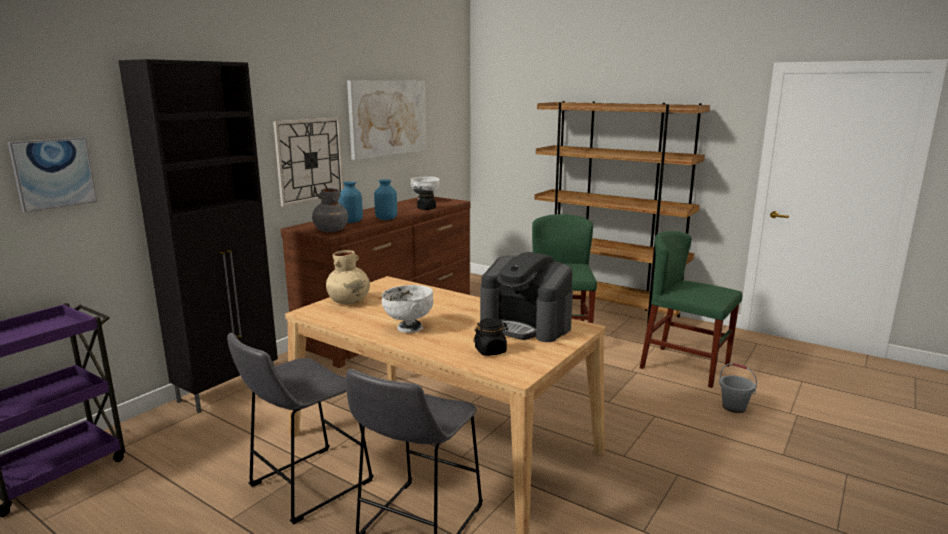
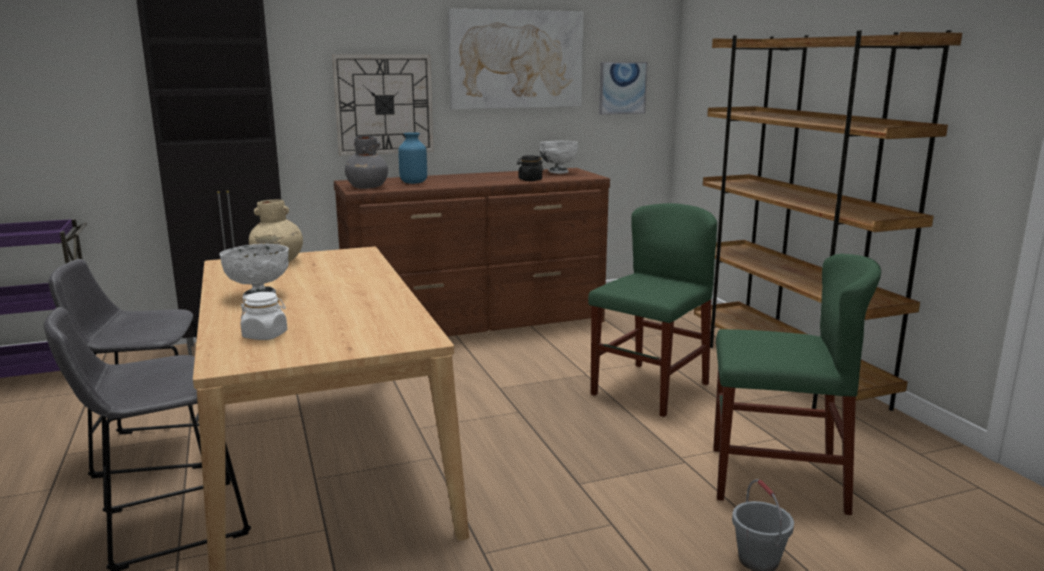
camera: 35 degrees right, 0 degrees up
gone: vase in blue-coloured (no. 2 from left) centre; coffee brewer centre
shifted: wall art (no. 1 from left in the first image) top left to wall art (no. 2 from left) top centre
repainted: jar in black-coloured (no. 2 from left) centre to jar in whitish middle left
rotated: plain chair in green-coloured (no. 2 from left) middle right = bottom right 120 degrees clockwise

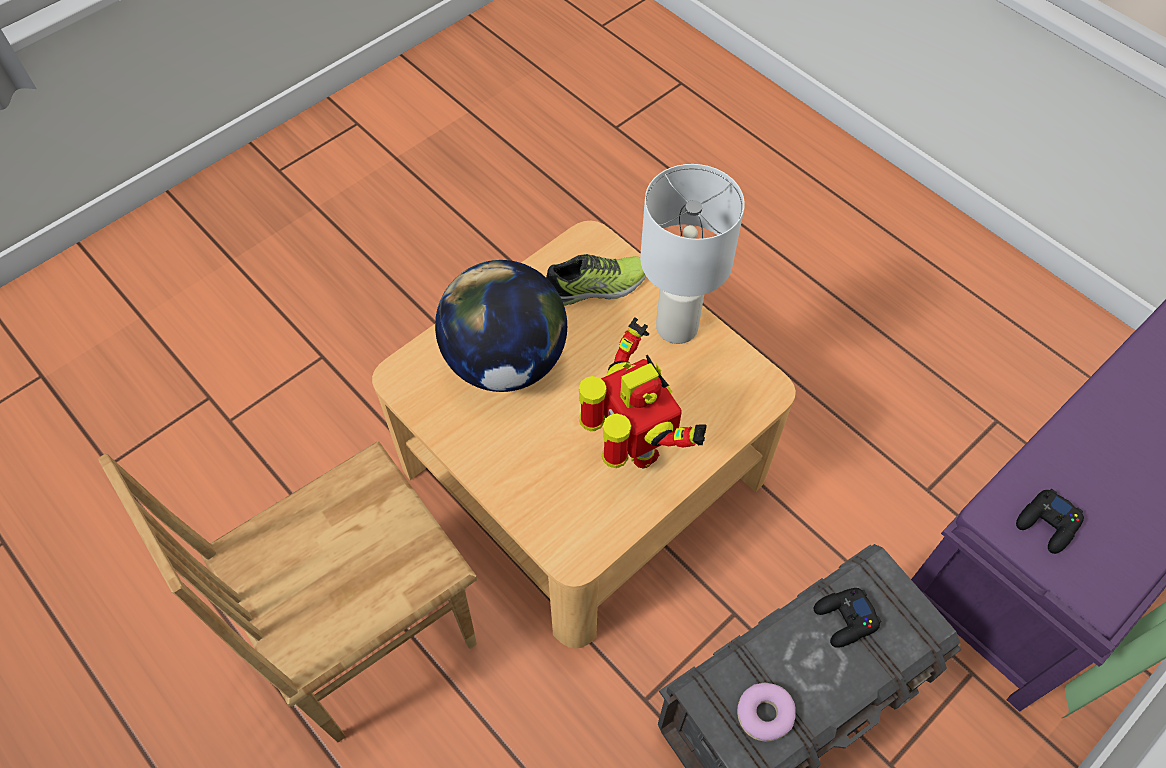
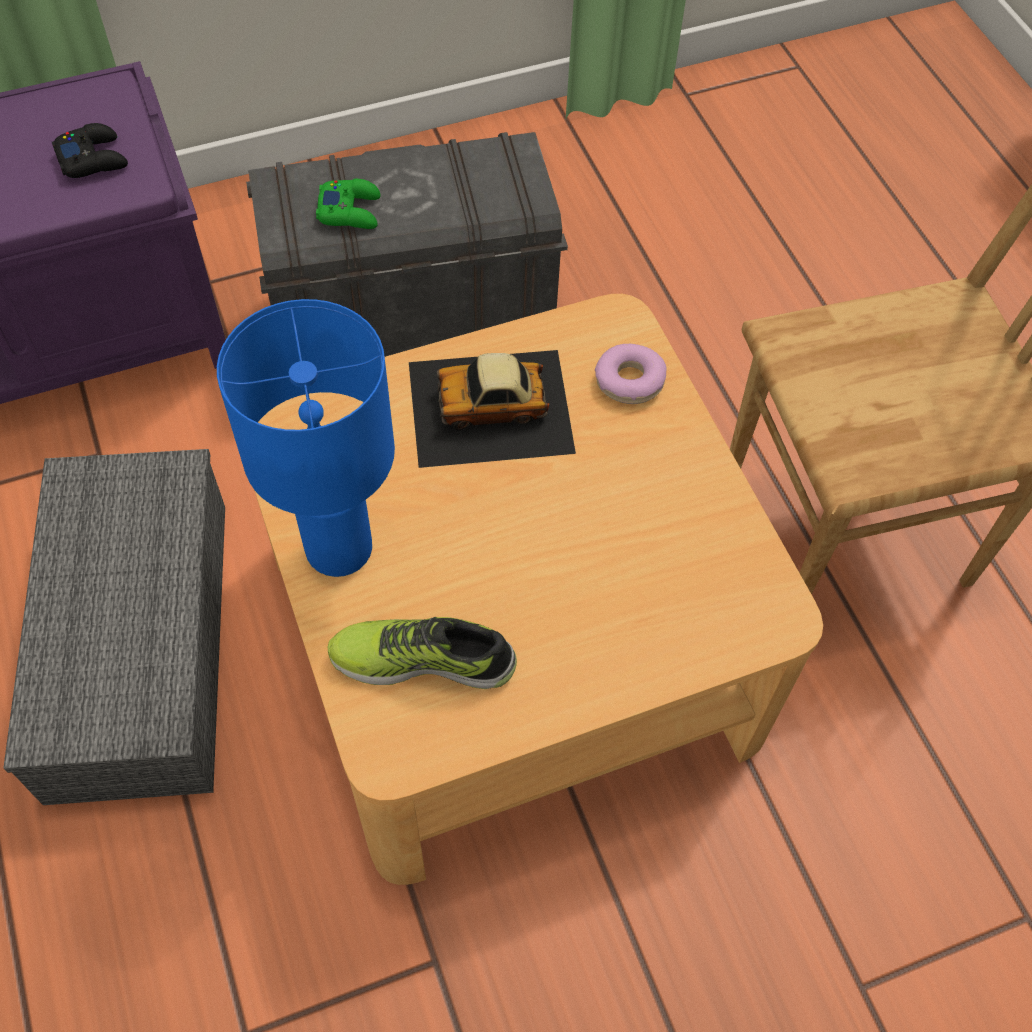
camera: 160 degrees left, 0 degrees up
gone: globe centre
new: storage box in greyish (no. 1 from left) middle left
shifted: doughnut bottom centre to centre
swapped: robot figure centre to toy car centre
repainted: table lamp in whitish top centre to table lamp in blue-coloured middle left; gamepad in black-coloured (no. 1 from left) bottom right to gamepad in green-coloured top centre

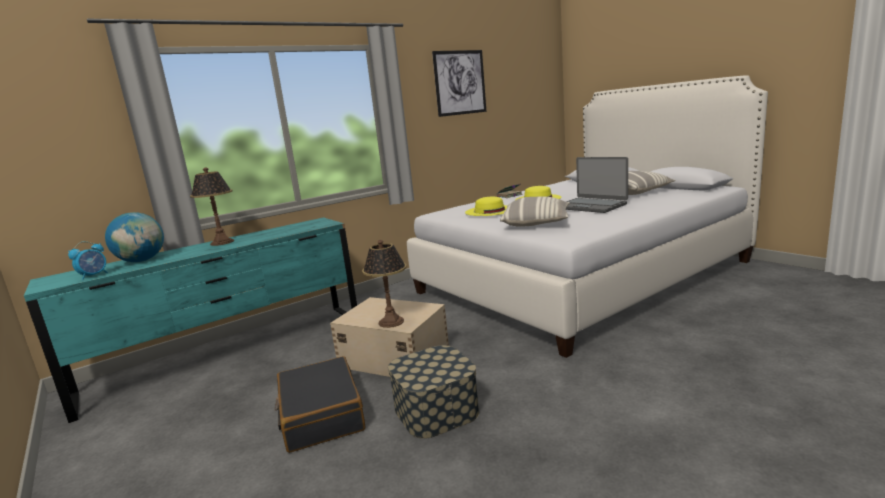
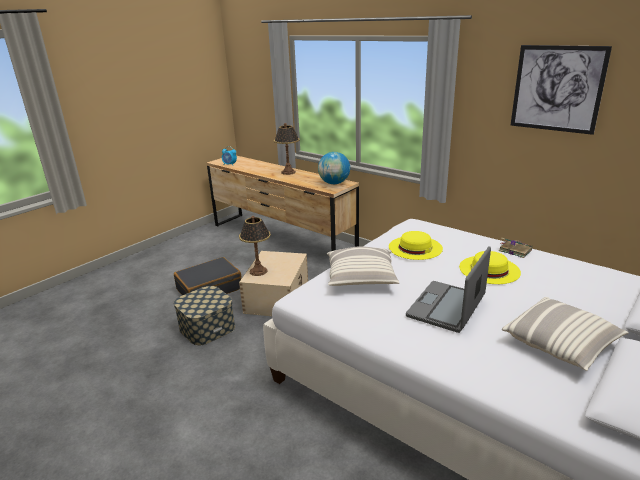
camera: 75 degrees right, 10 degrees up
shifted: globe middle left to centre
repainted: dresser in turquoise middle left to dresser in brownish centre

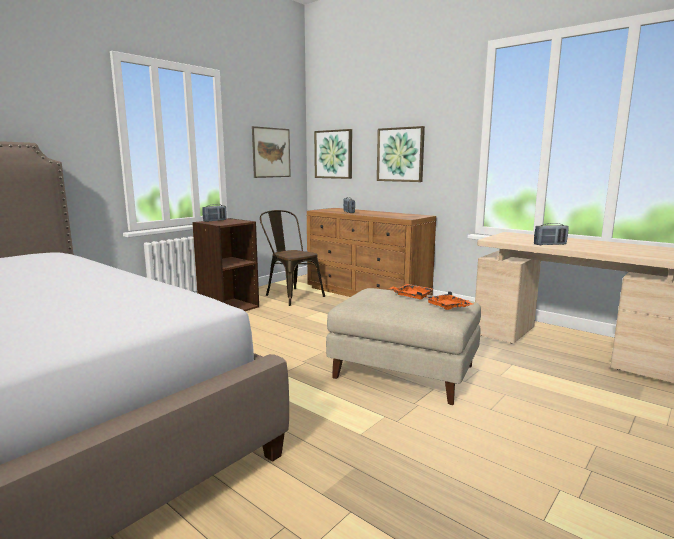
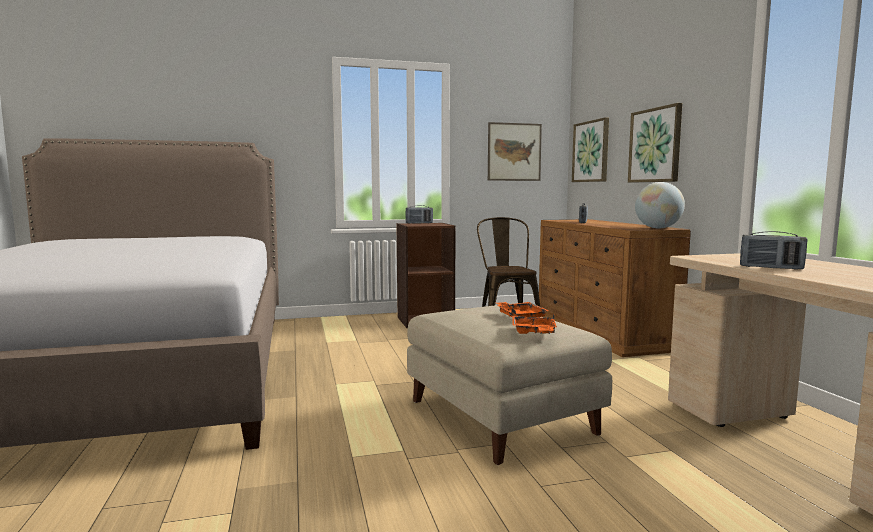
camera: 35 degrees right, 5 degrees down
new: globe middle right

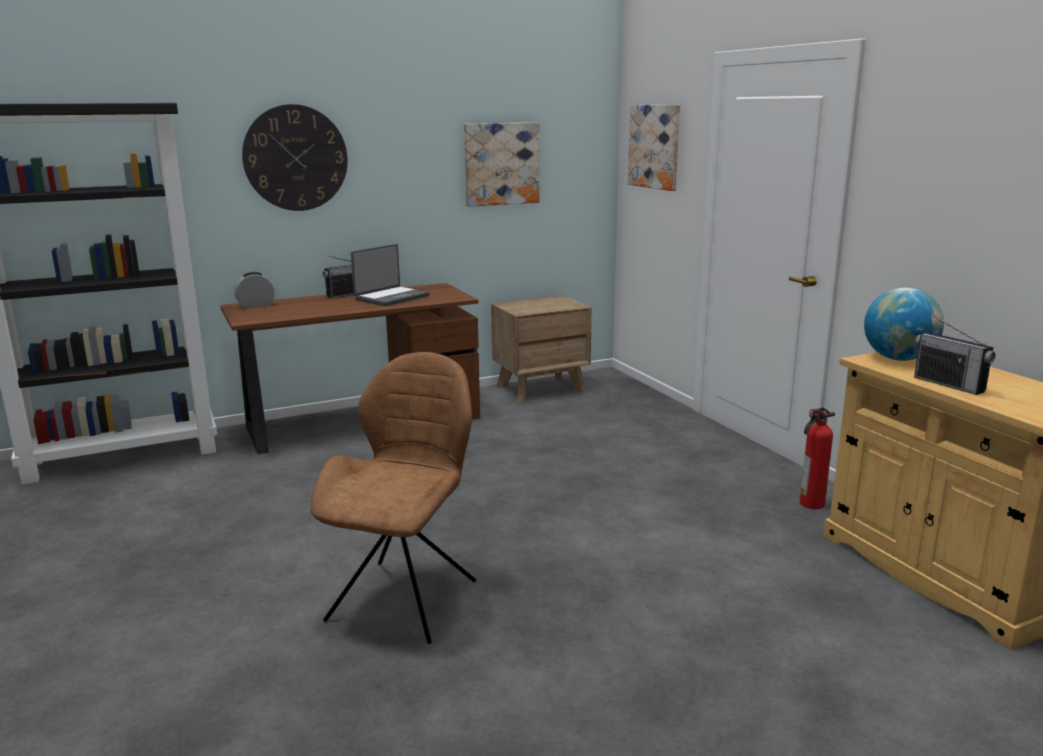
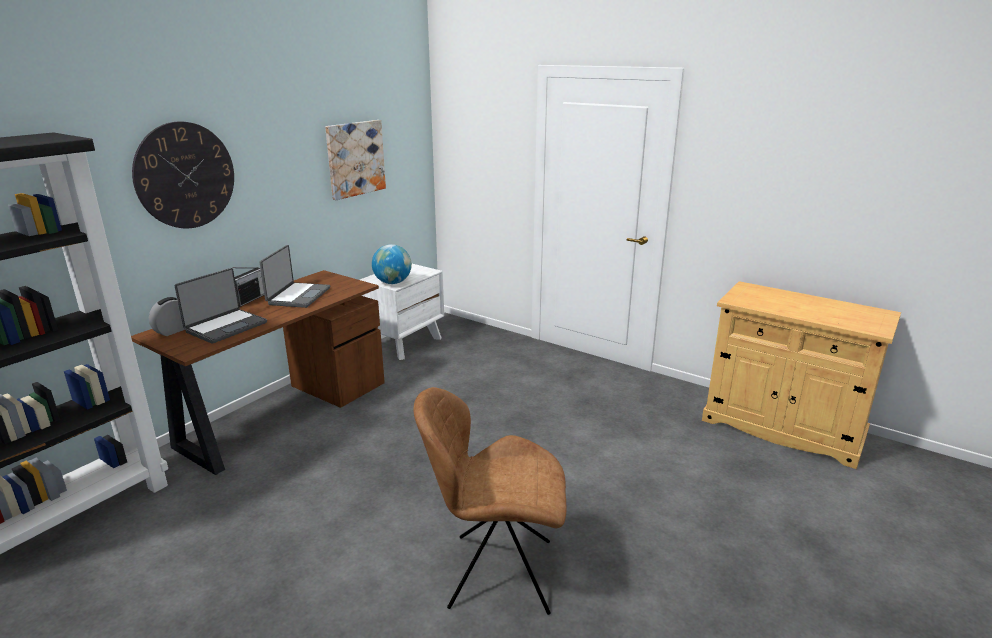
camera: 30 degrees left, 5 degrees up
gone: wall art (no. 2 from left) top centre; fire-fighting cylinder middle right; radio (no. 2 from left) middle right
new: portable computer (no. 1 from left) middle left
shifted: globe middle right to centre
repainted: nightstand in brownish centre to nightstand in whitish centre
rotated: plain chair in brownish centre = bottom centre 75 degrees counterclockwise

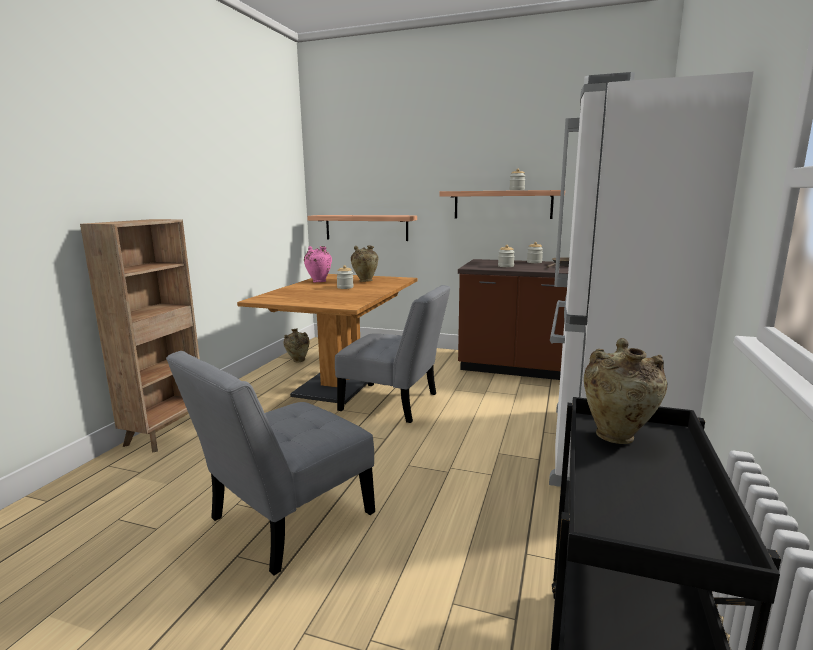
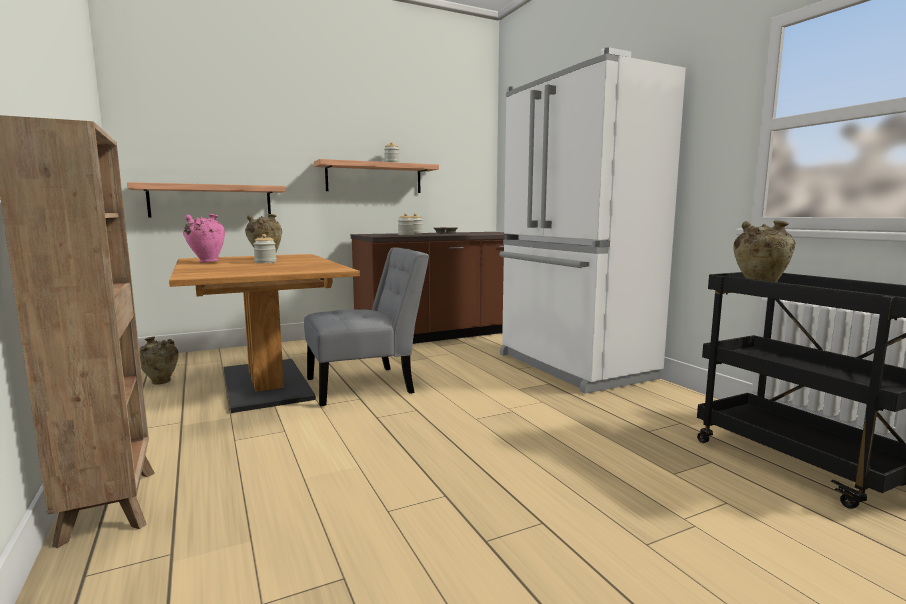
camera: 45 degrees left, 5 degrees down
gone: plain chair in greyish (no. 1 from left) bottom left

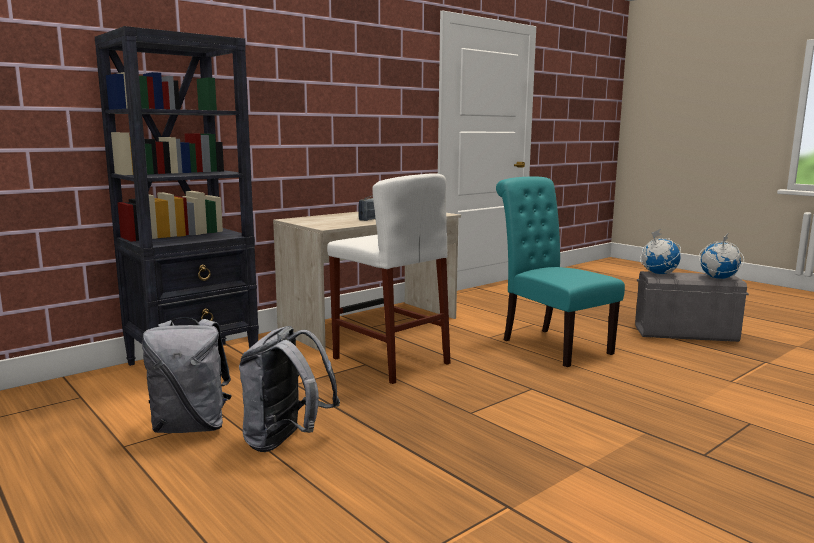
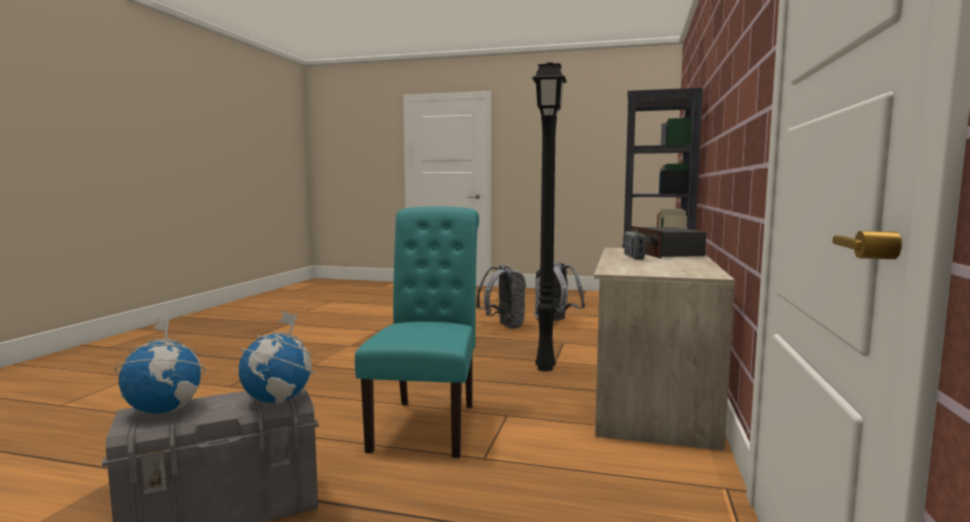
camera: 145 degrees right, 5 degrees down
new: radio (no. 2 from left) middle right
swapped: stool seat in whitish centre to standard lamp in black-coloured centre
rotated: plain chair in turquoise middle right = centre 105 degrees counterclockwise

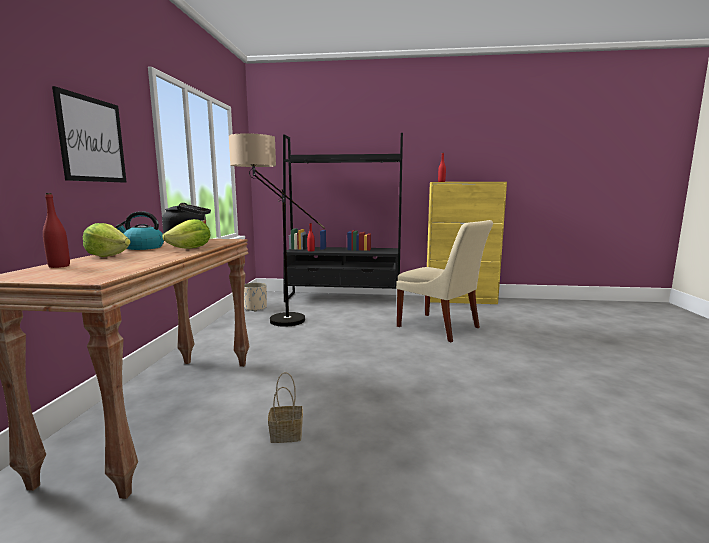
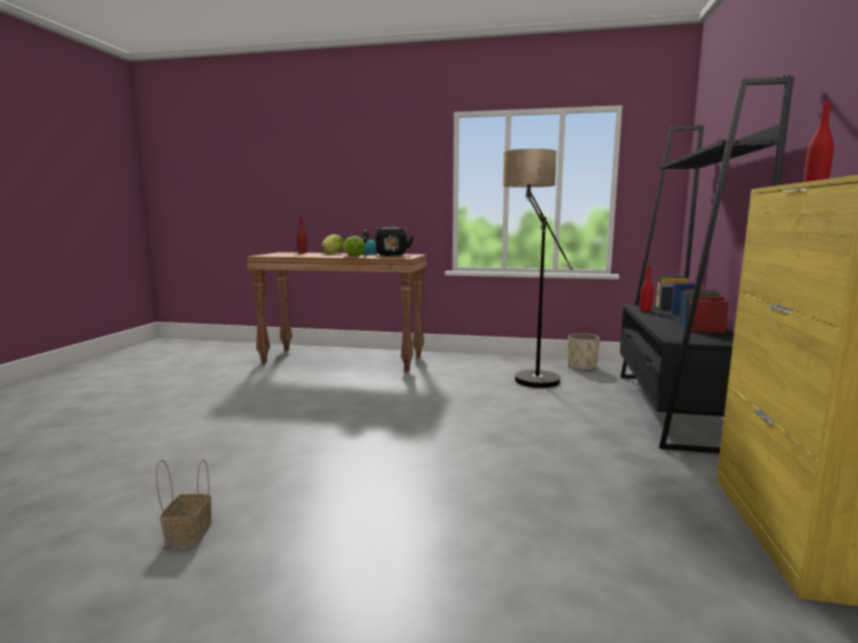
camera: 95 degrees right, 0 degrees up
gone: wall art top left; plain chair in beige centre
shifted: storage basket bottom centre to bottom left

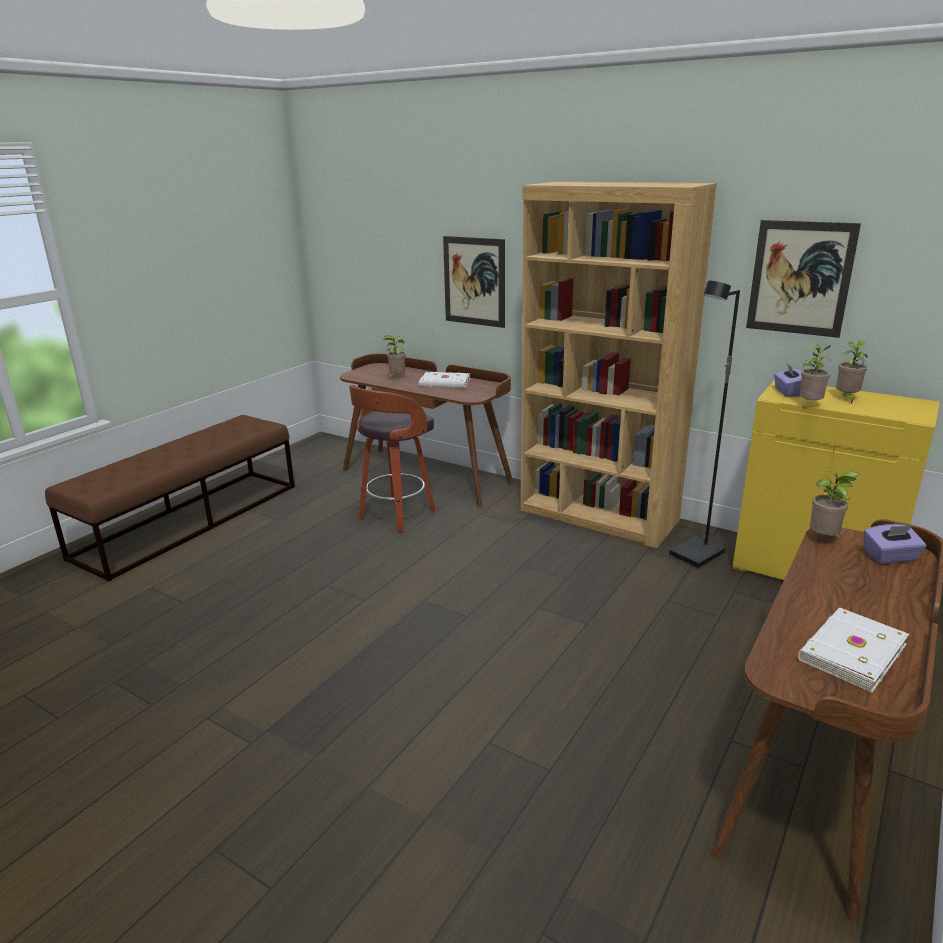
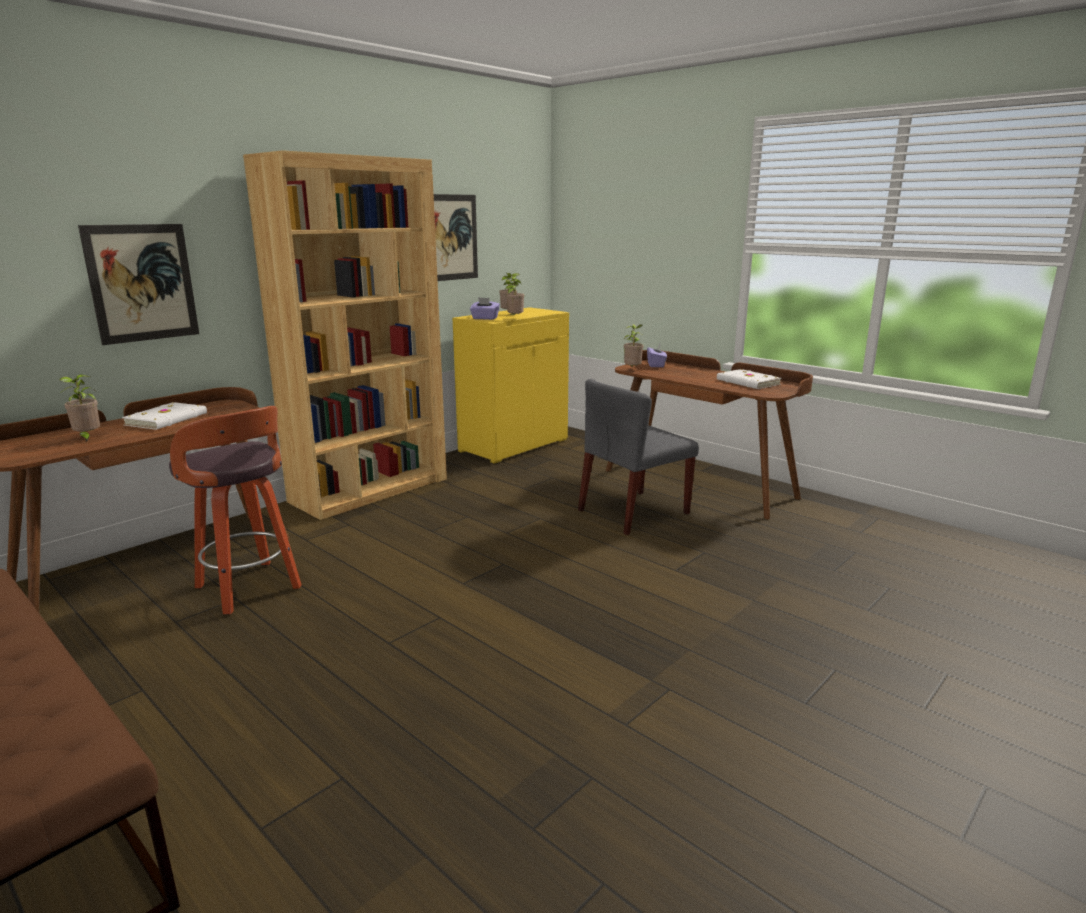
camera: 80 degrees left, 5 degrees down
gone: standard lamp in black-coloured middle right
new: plain chair in greyish centre

